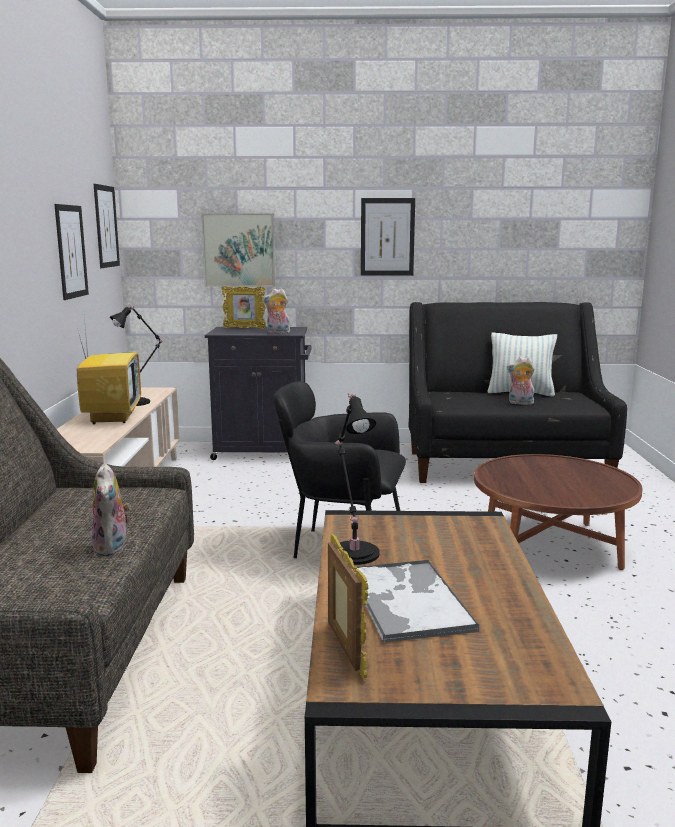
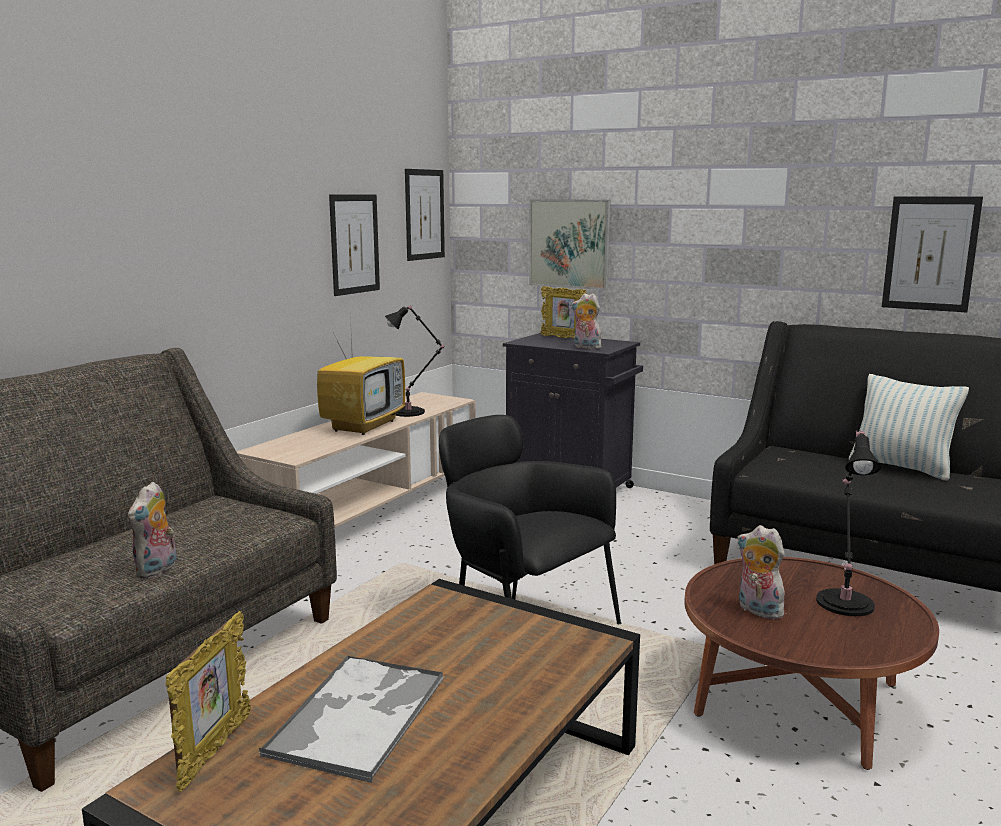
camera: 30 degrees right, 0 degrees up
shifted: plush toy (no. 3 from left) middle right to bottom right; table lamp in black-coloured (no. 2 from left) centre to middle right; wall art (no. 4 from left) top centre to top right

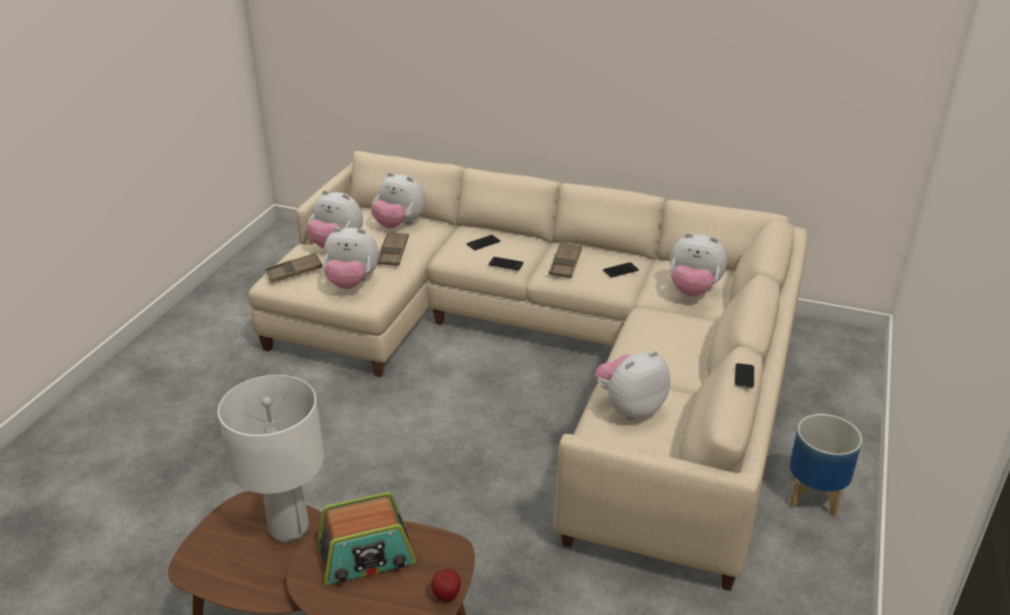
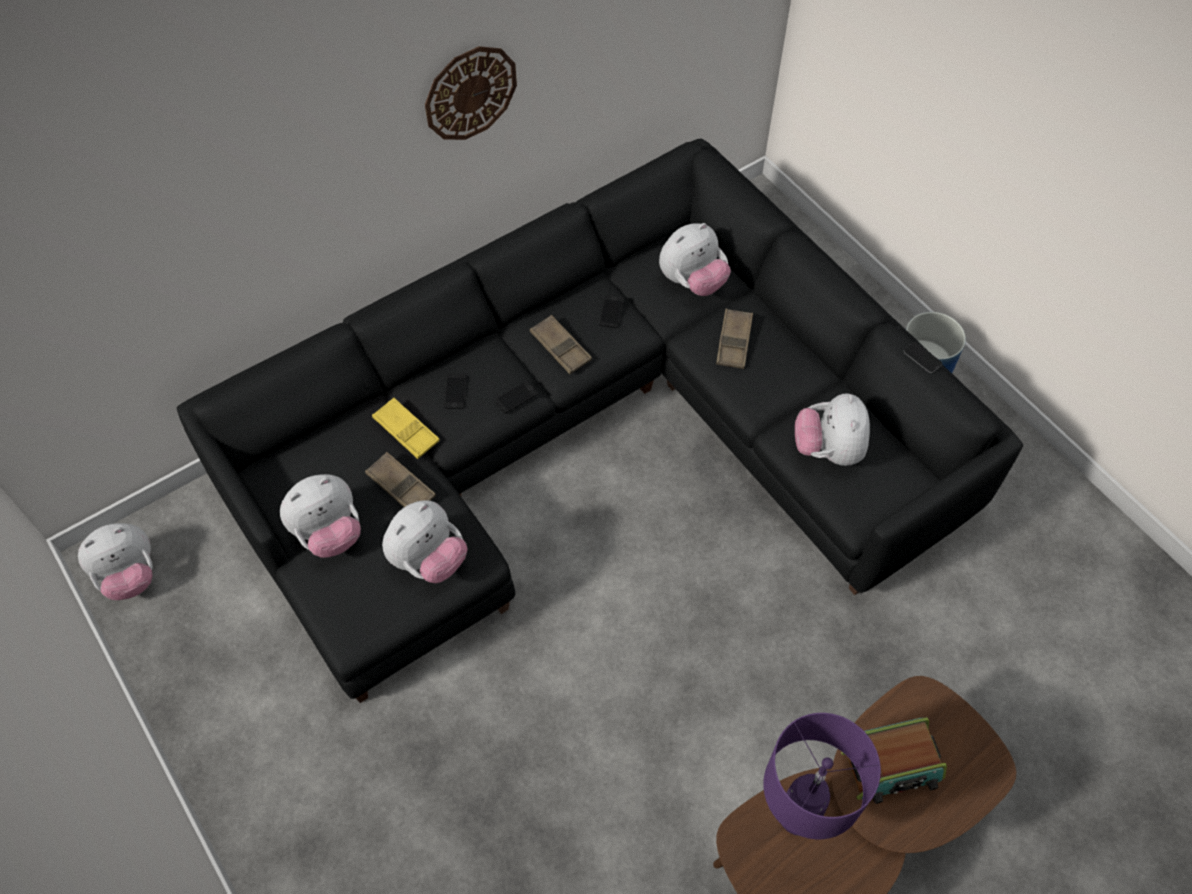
camera: 55 degrees left, 25 degrees up
gone: apple bottom centre
new: serving tray in yellow-coloured centre; wall clock top centre
shifted: plush toy (no. 3 from left in the first image) top centre to plush toy (no. 1 from left) middle left; serving tray in brownish (no. 1 from left in the first image) middle left to serving tray in brownish (no. 3 from left) centre
repainted: sofa in beige centre to sofa in black-coloured centre; table lamp in whitish bottom left to table lamp in purplish bottom right
rotated: radio bottom centre = bottom right 60 degrees clockwise

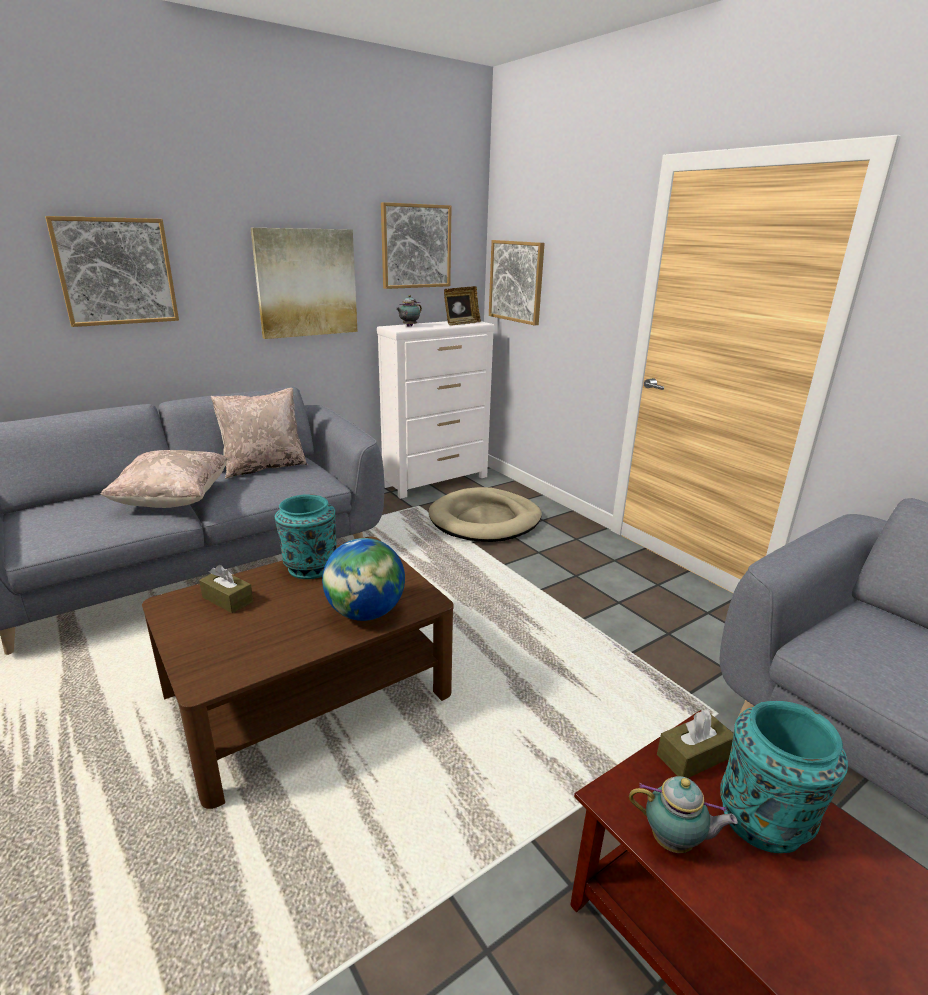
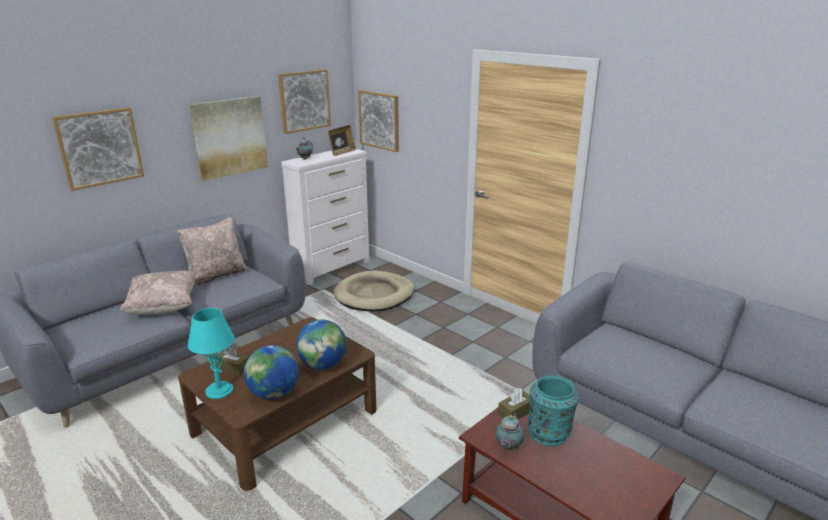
camera: 10 degrees left, 0 degrees up
gone: vase in turquoise (no. 1 from left) middle left
new: table lamp in turquoise bottom left; globe (no. 1 from left) bottom left
rotated: teapot (no. 2 from left) bottom right = bottom centre 105 degrees clockwise

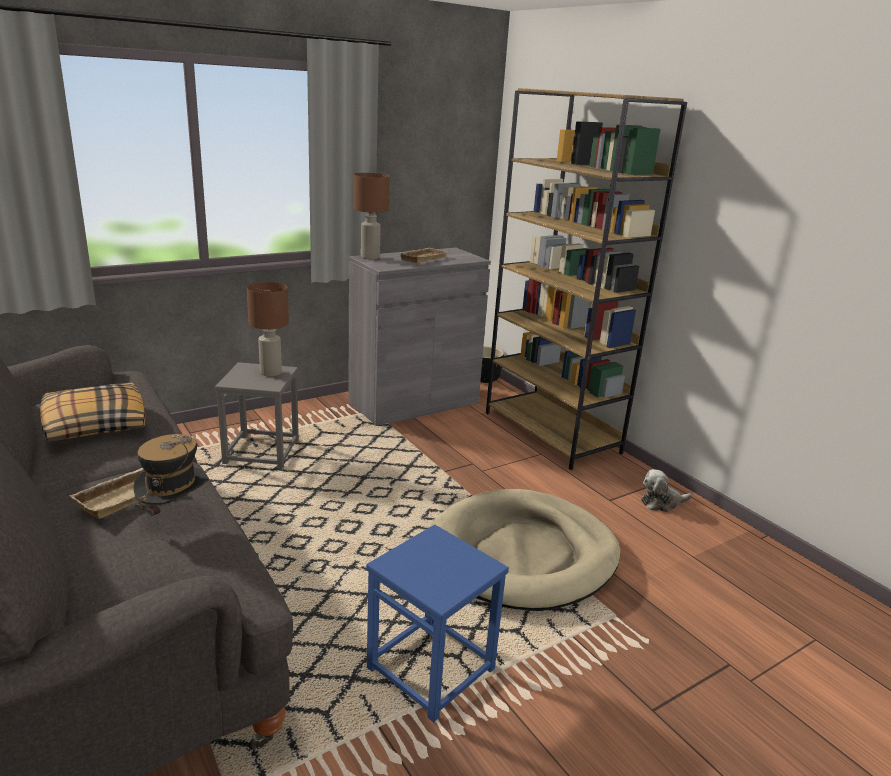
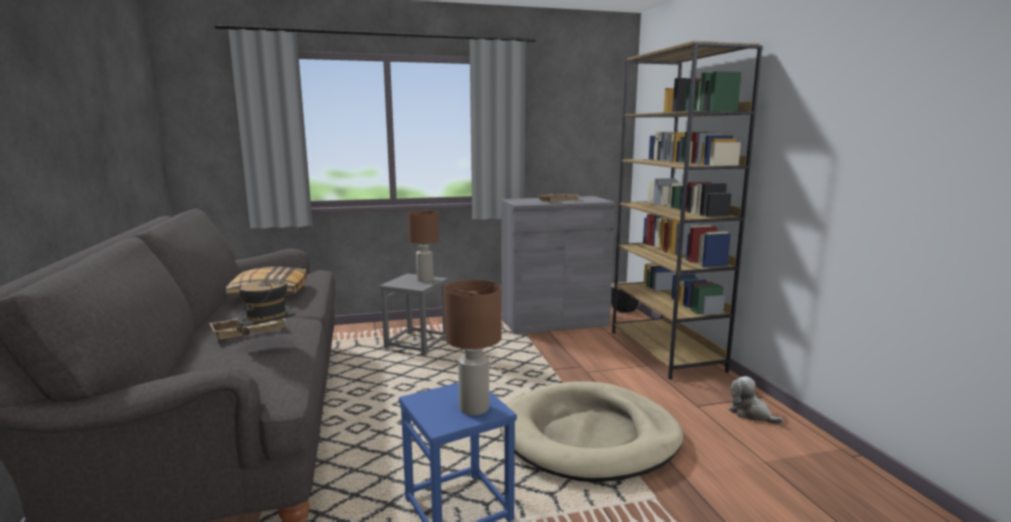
camera: 20 degrees right, 10 degrees down
shifted: table lamp in brownish (no. 2 from left) top centre to centre
rotated: plush toy middle right = bottom right 45 degrees clockwise

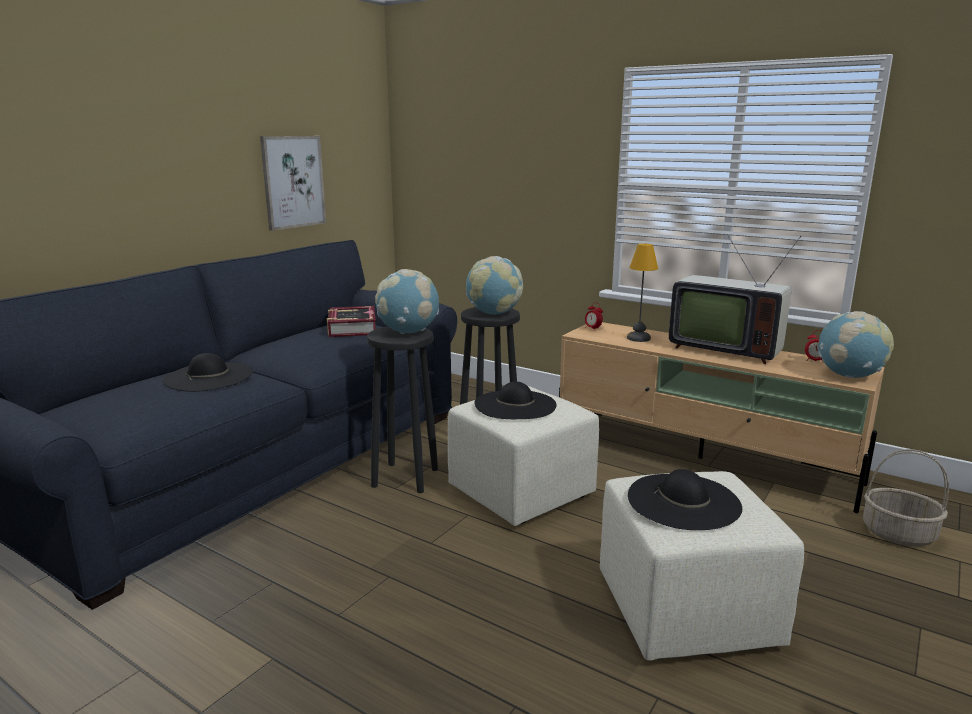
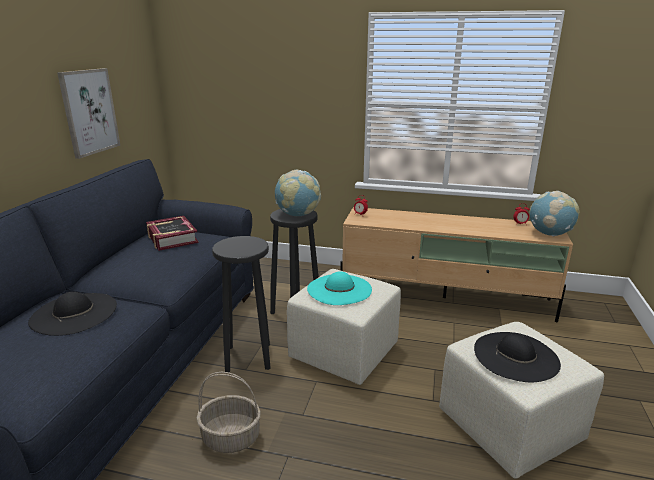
camera: 20 degrees left, 5 degrees up
gone: globe (no. 1 from left) centre; table lamp centre; TV set middle right
shifted: storage basket bottom right to bottom centre
repainted: wearable hat in black-coloured (no. 2 from left) centre to wearable hat in turquoise centre

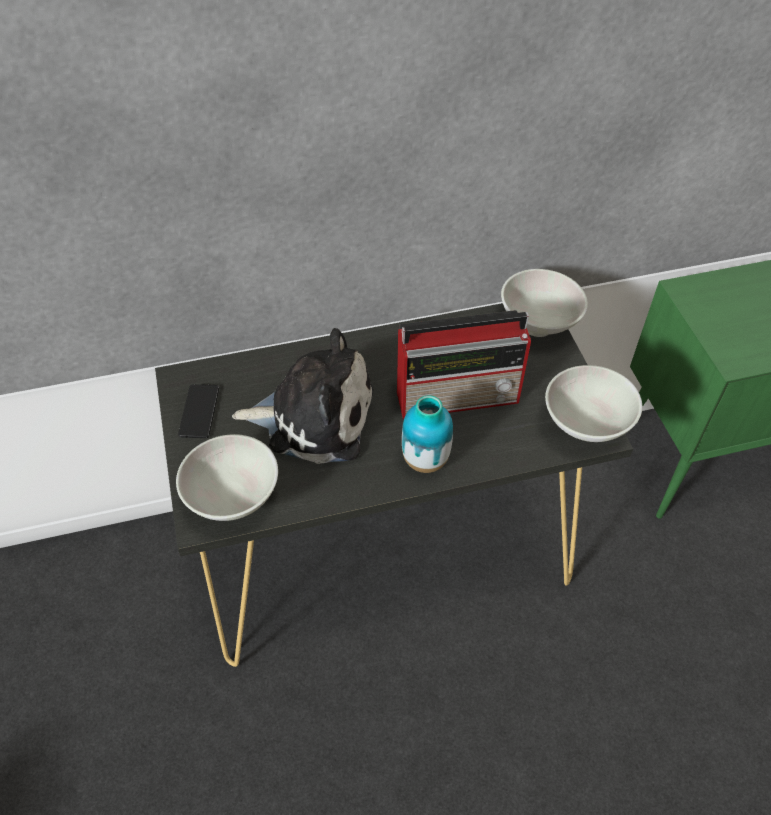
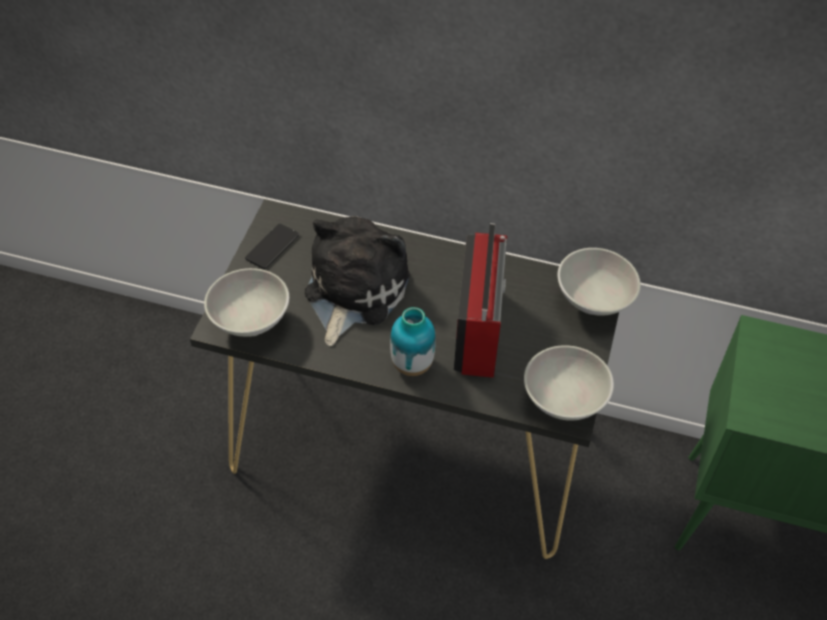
camera: 30 degrees right, 0 degrees up
rotated: plush toy centre = centre 105 degrees counterclockwise; radio centre = centre 105 degrees counterclockwise

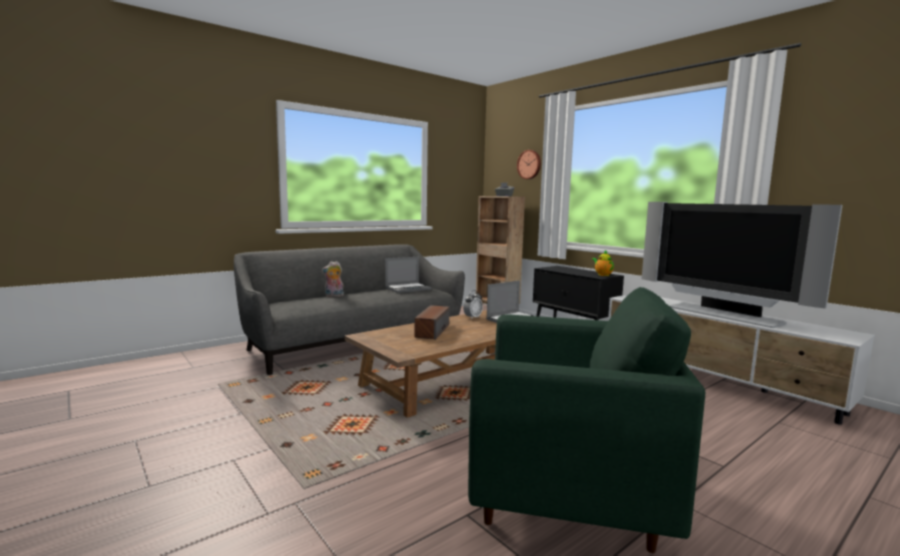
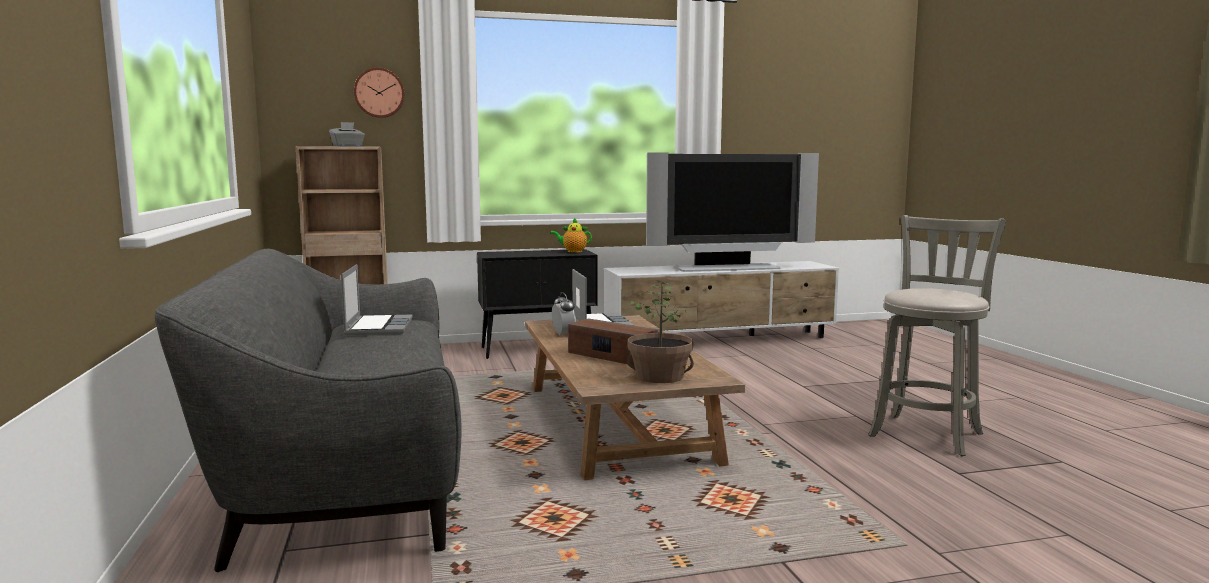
camera: 65 degrees left, 0 degrees up
gone: plush toy centre
new: houseplant centre
swapped: easy chair in green-coloured bottom centre to stool seat in greyish middle right

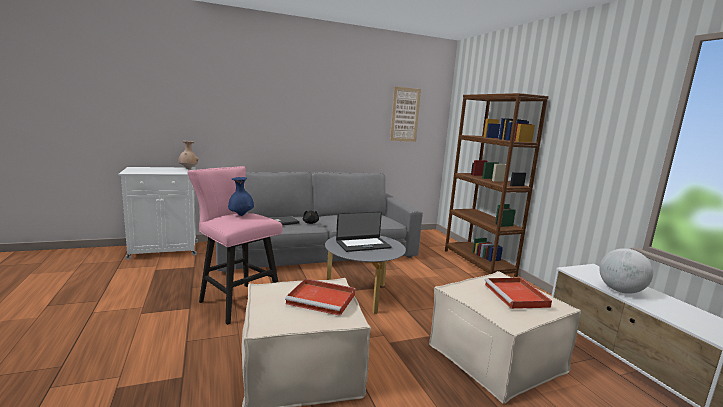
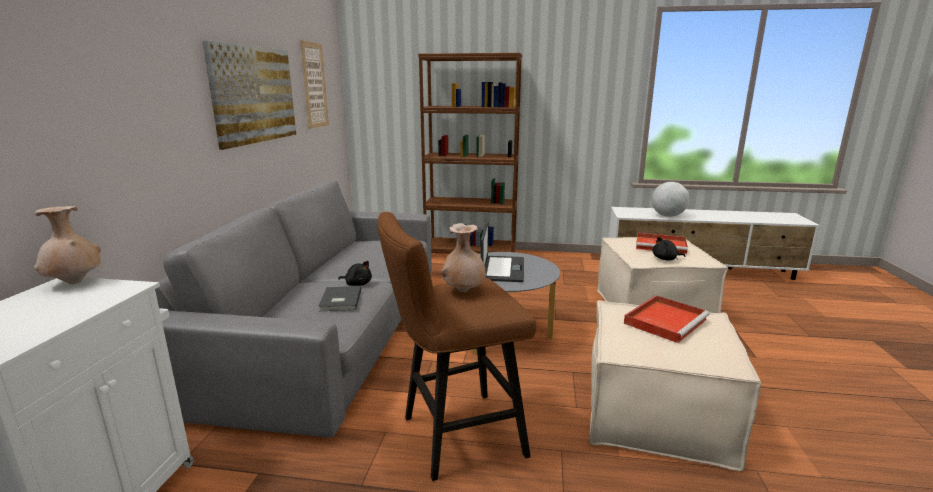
camera: 60 degrees left, 5 degrees up
new: wall art (no. 1 from left) top left; plush toy in black-coloured (no. 2 from left) middle right
repainted: stool seat in pink-coloured middle left to stool seat in brownish bottom centre; vase in blue-coloured centre to vase in beige (no. 2 from left) centre

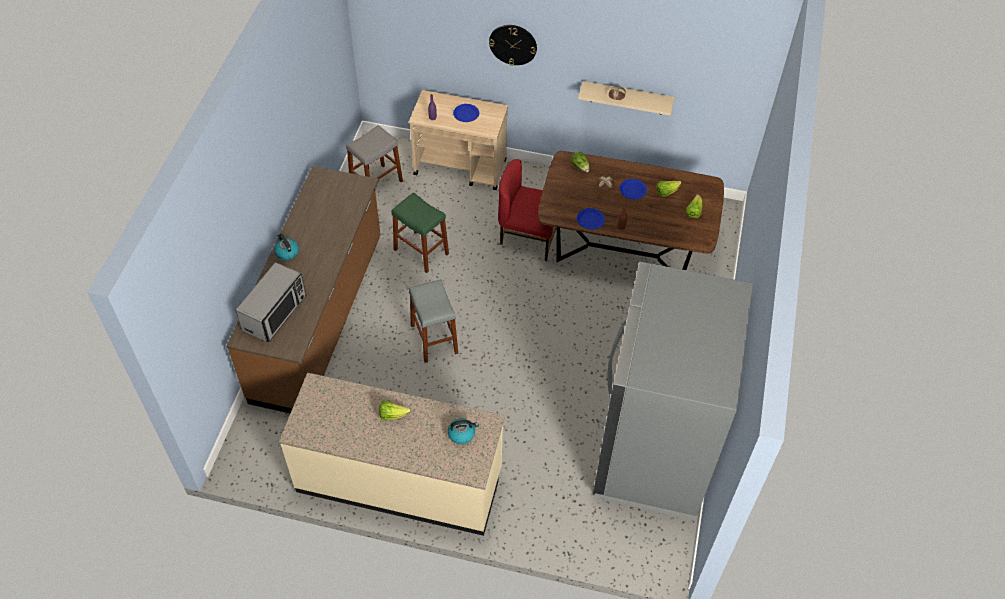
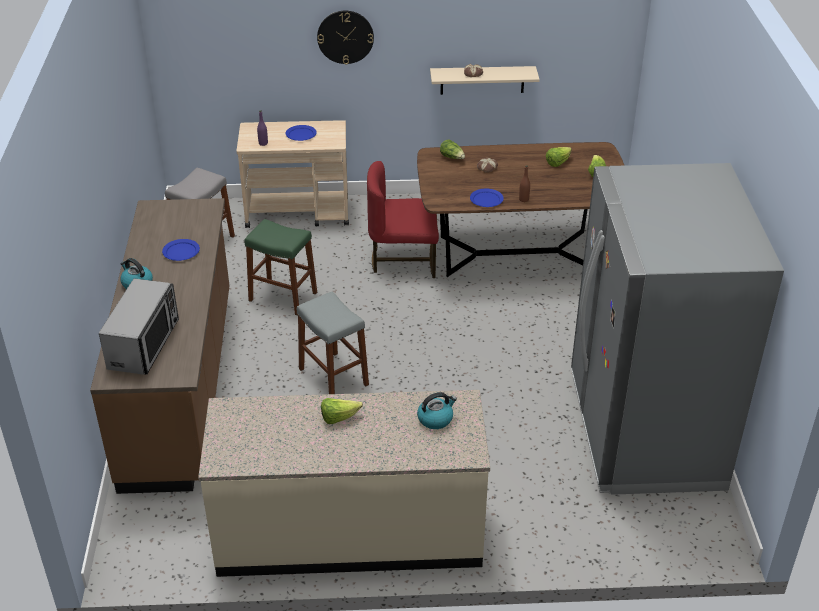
camera: 15 degrees left, 15 degrees down
shifted: plate in blue-coloured (no. 3 from left in the first image) top centre to plate in blue-coloured (no. 1 from left) middle left

